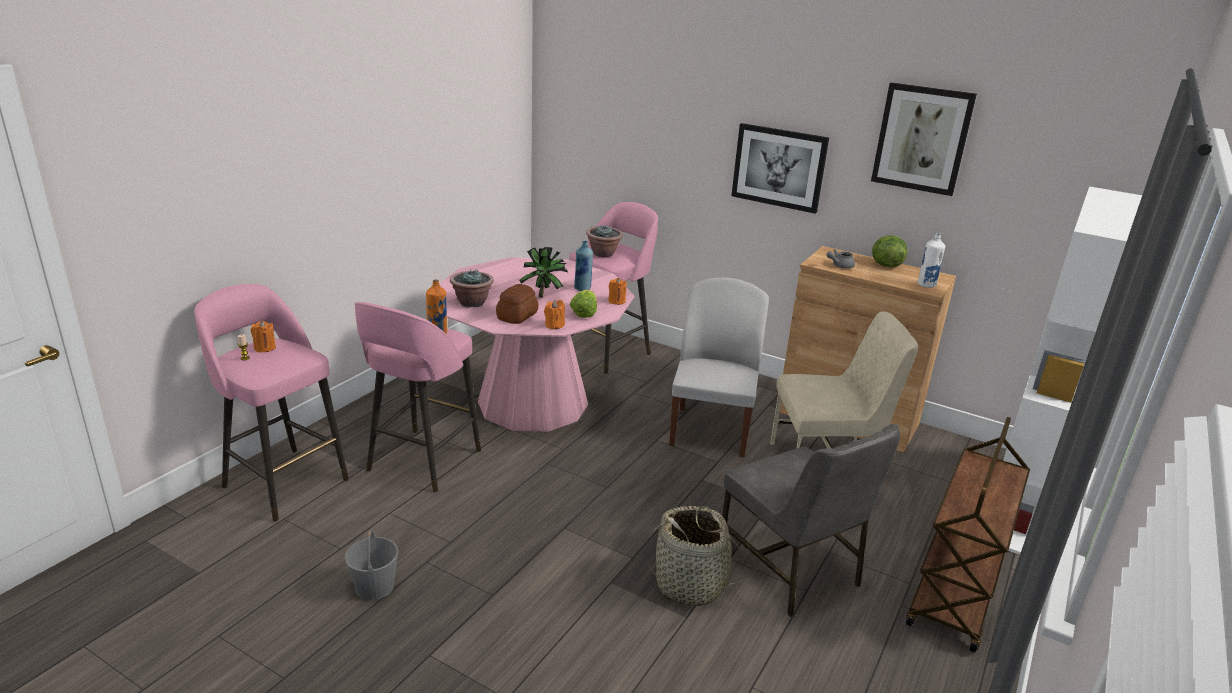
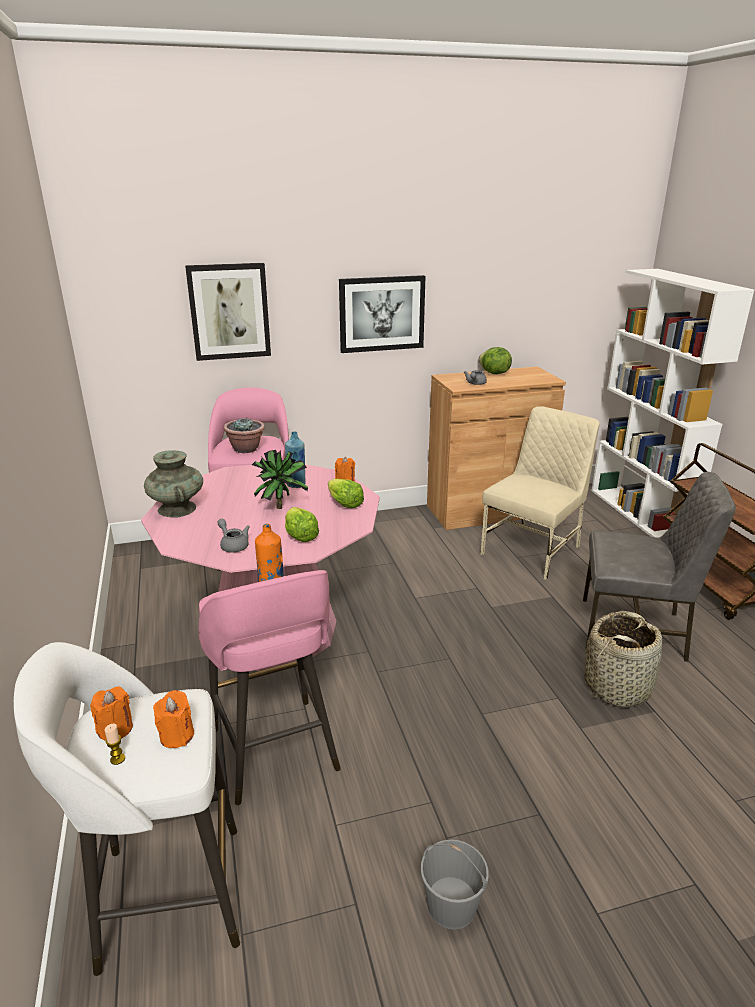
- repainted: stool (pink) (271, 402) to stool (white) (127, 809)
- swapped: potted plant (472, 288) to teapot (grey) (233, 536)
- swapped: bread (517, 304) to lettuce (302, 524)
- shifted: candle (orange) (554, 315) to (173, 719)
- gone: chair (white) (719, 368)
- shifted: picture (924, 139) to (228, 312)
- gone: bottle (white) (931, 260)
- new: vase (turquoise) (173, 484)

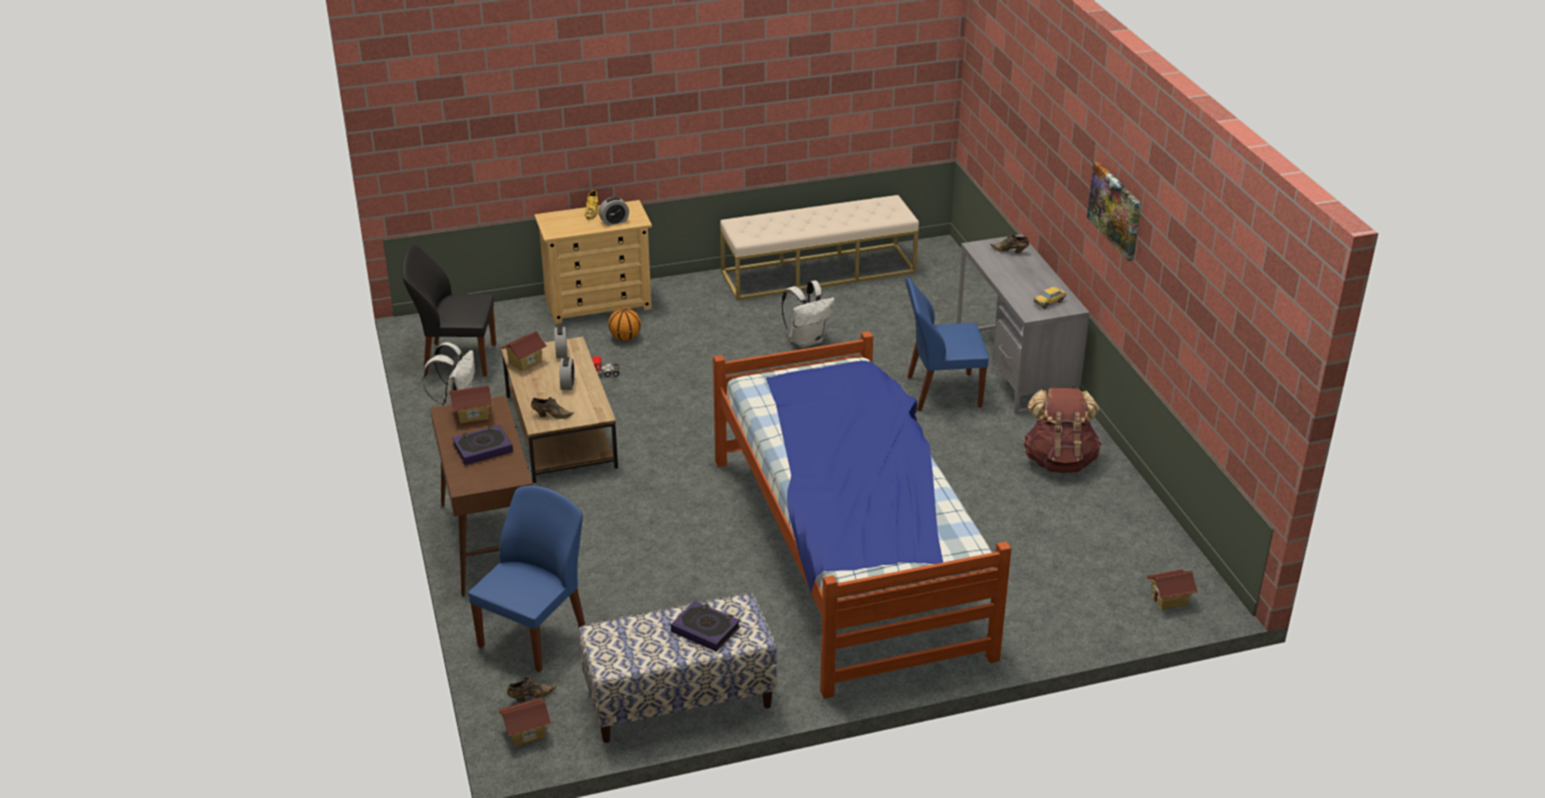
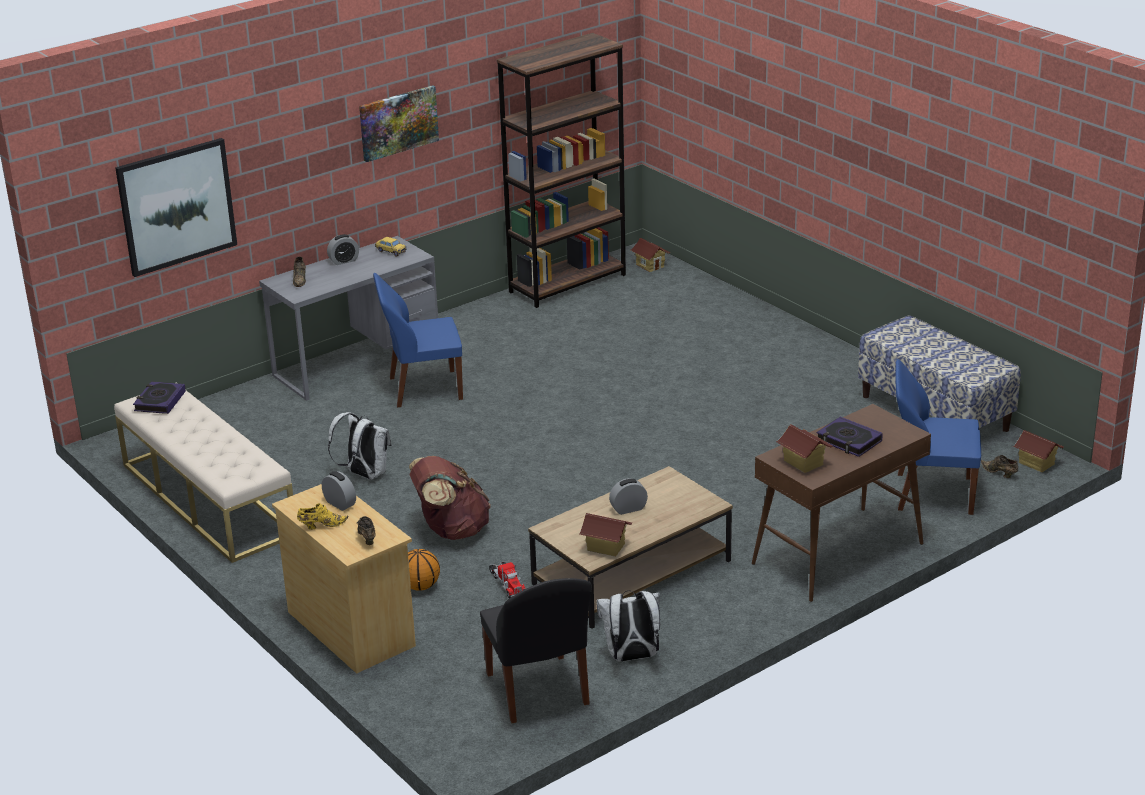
- shifted: shoe (brown) (552, 408) to (365, 530)
- shifted: alarm clock (560, 342) to (343, 249)
- shifted: book (705, 626) to (159, 397)
- gone: bed (862, 515)
- rotated: chair (blue) (947, 344) = (418, 340) 105 degrees clockwise
- shifted: backpack (brown) (1062, 430) to (450, 498)
- new: picture (176, 207)
- new: bookcase (brown) (561, 170)

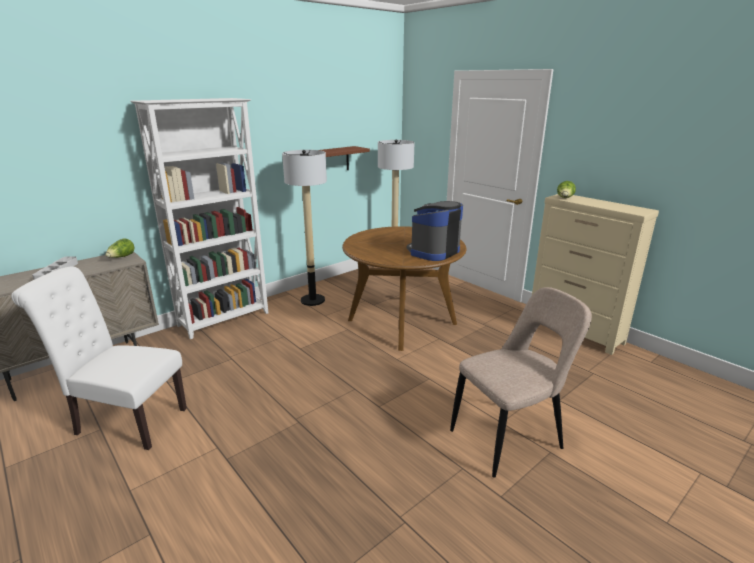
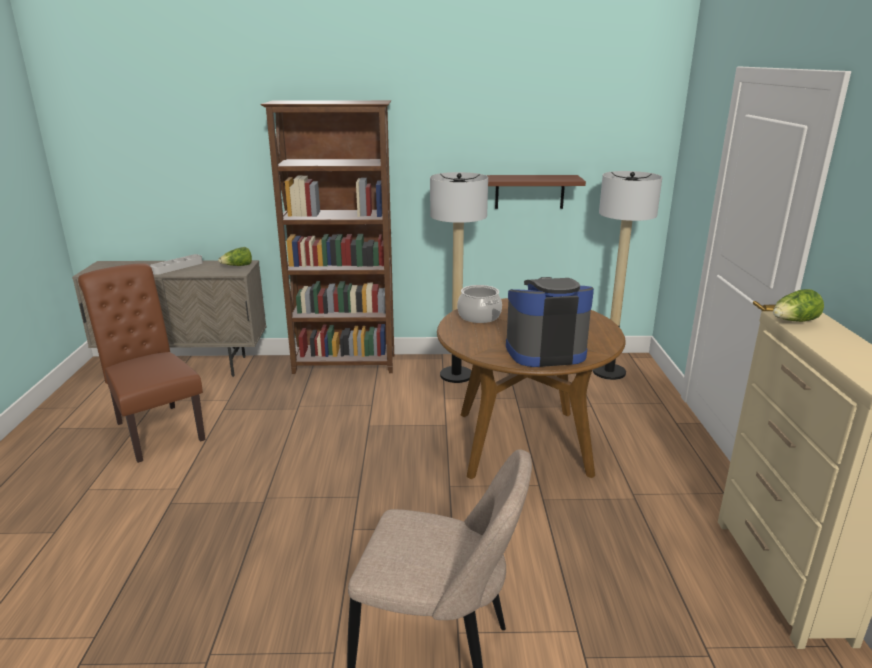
- repainted: chair (white) (99, 358) to chair (brown) (141, 363)
- repainted: bookcase (white) (199, 218) to bookcase (brown) (327, 237)
- new: cooking pot (479, 304)

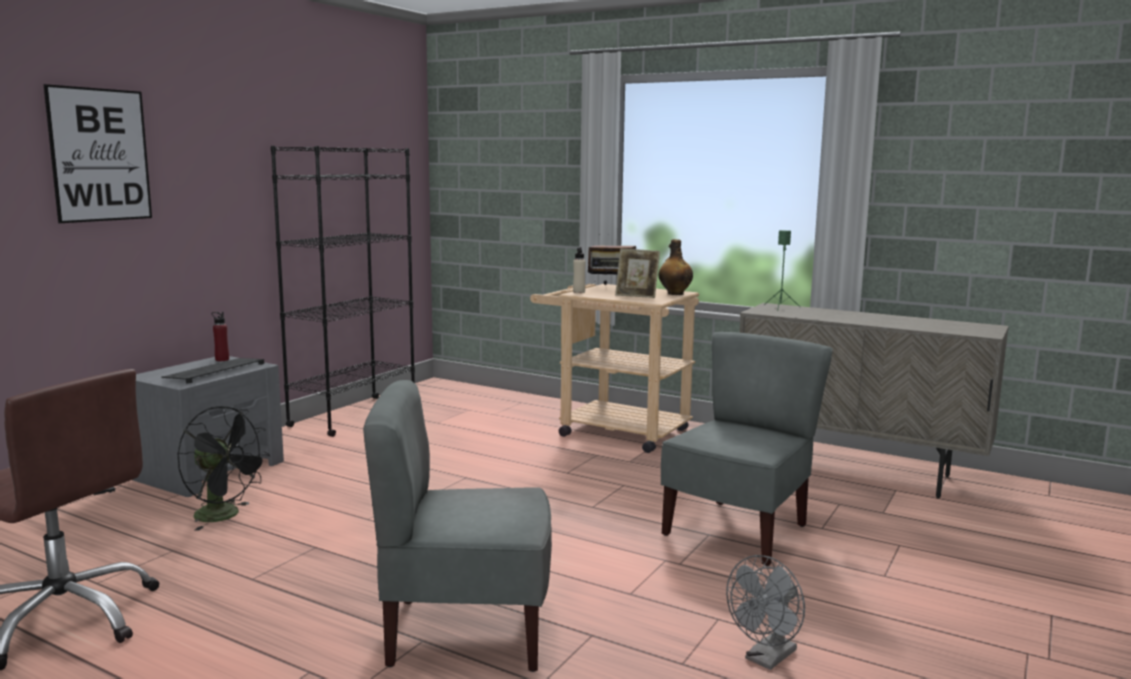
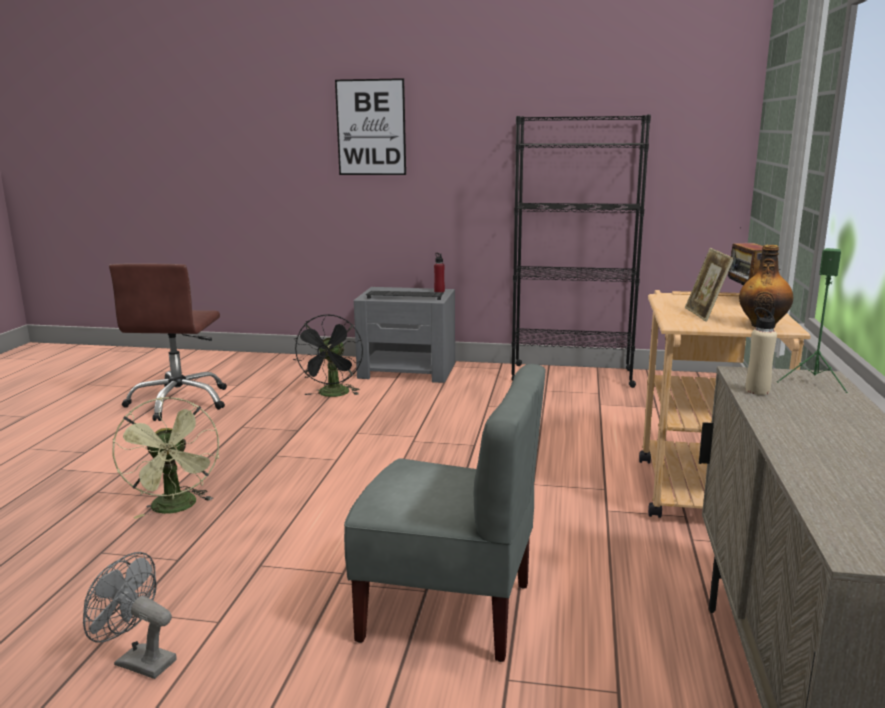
- swapped: chair (grey) (457, 526) to fan (green) (165, 458)
- shifted: bottle (beige) (579, 270) to (761, 351)

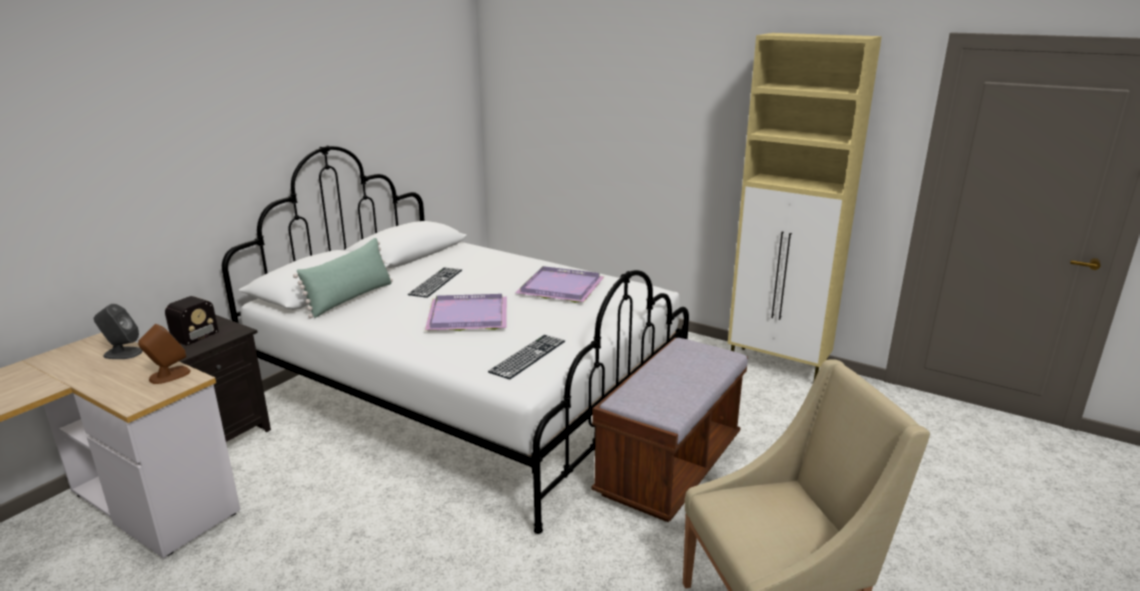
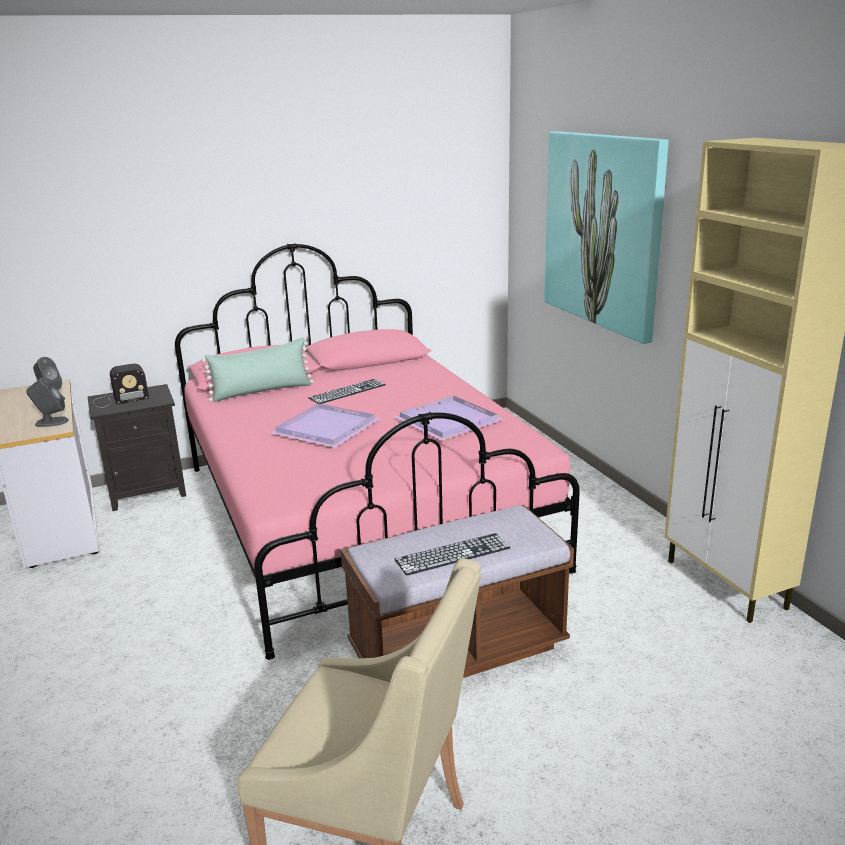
- repainted: speaker (brown) (164, 354) to speaker (grey) (47, 402)
- repainted: bed (white) (455, 339) to bed (pink) (377, 451)
- shifted: keyboard (526, 357) to (452, 554)
- new: picture (606, 237)

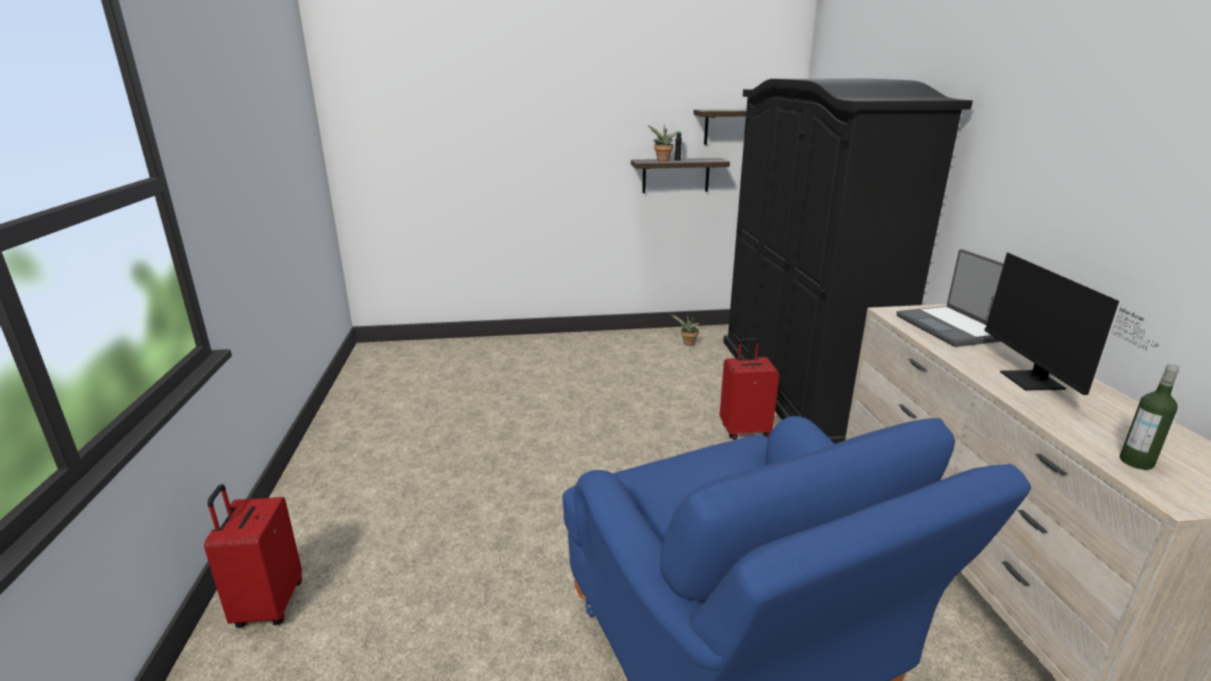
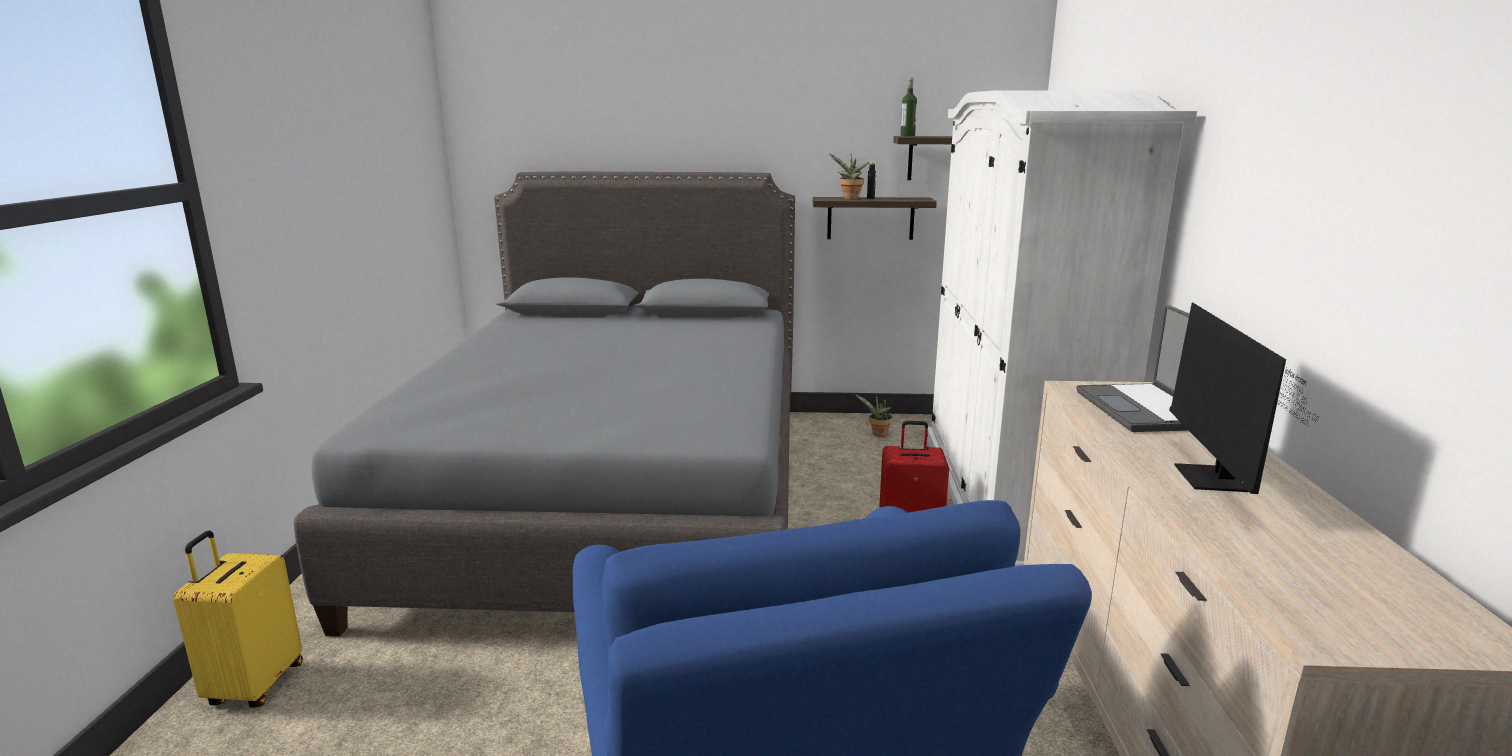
- repainted: suitcase (red) (253, 556) to suitcase (yellow) (238, 619)
- repainted: wardrobe (black) (848, 261) to wardrobe (white) (1062, 328)
- shifted: bottle (1150, 417) to (909, 107)
- new: bed (grey) (544, 404)

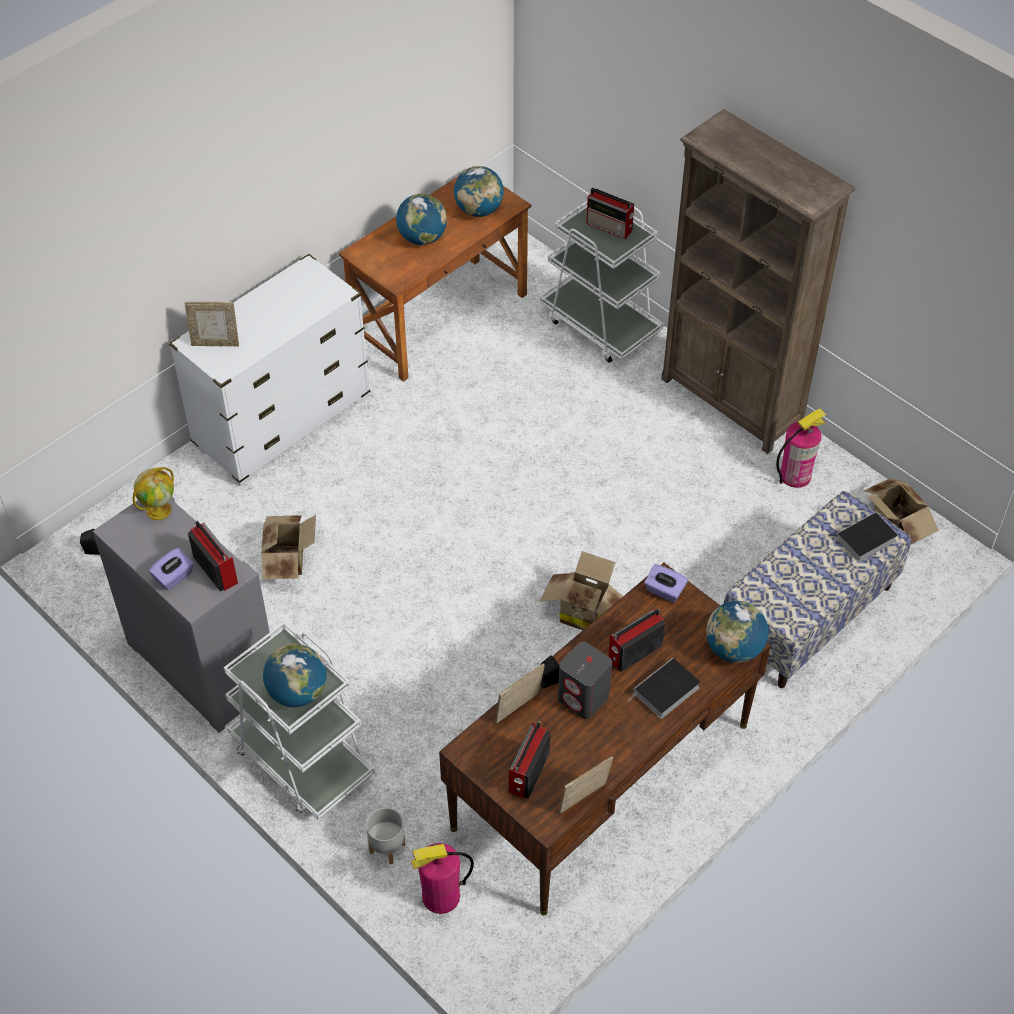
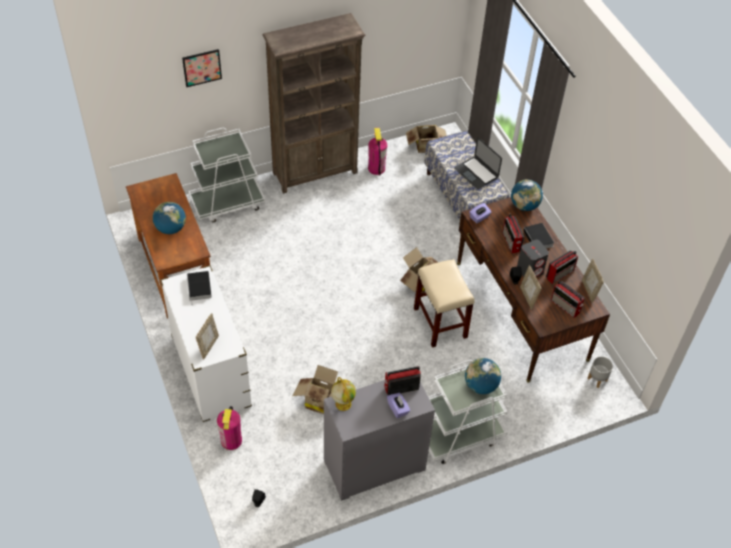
- shifted: planter (grey) (386, 836) to (600, 372)
- shifted: fire extinguisher (442, 878) to (229, 428)
- gone: globe (479, 191)
- shifted: radio (610, 213) to (562, 267)
- shifted: book (864, 537) to (199, 288)
- new: picture (202, 68)
- new: stool (beige) (444, 303)
- new: laptop (478, 163)

